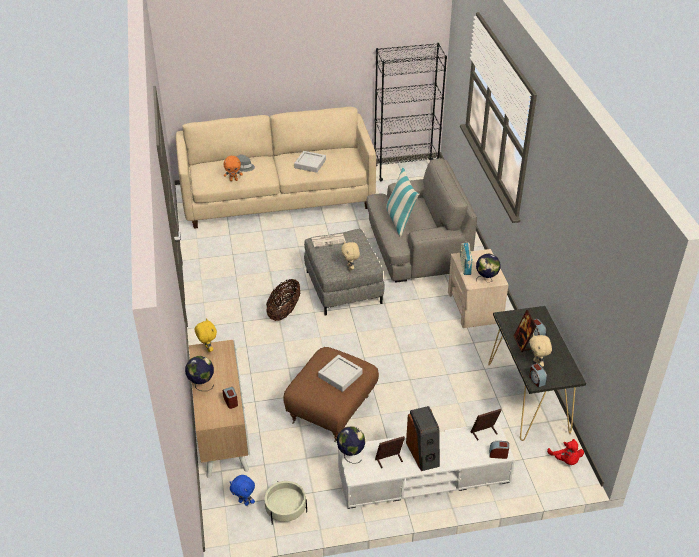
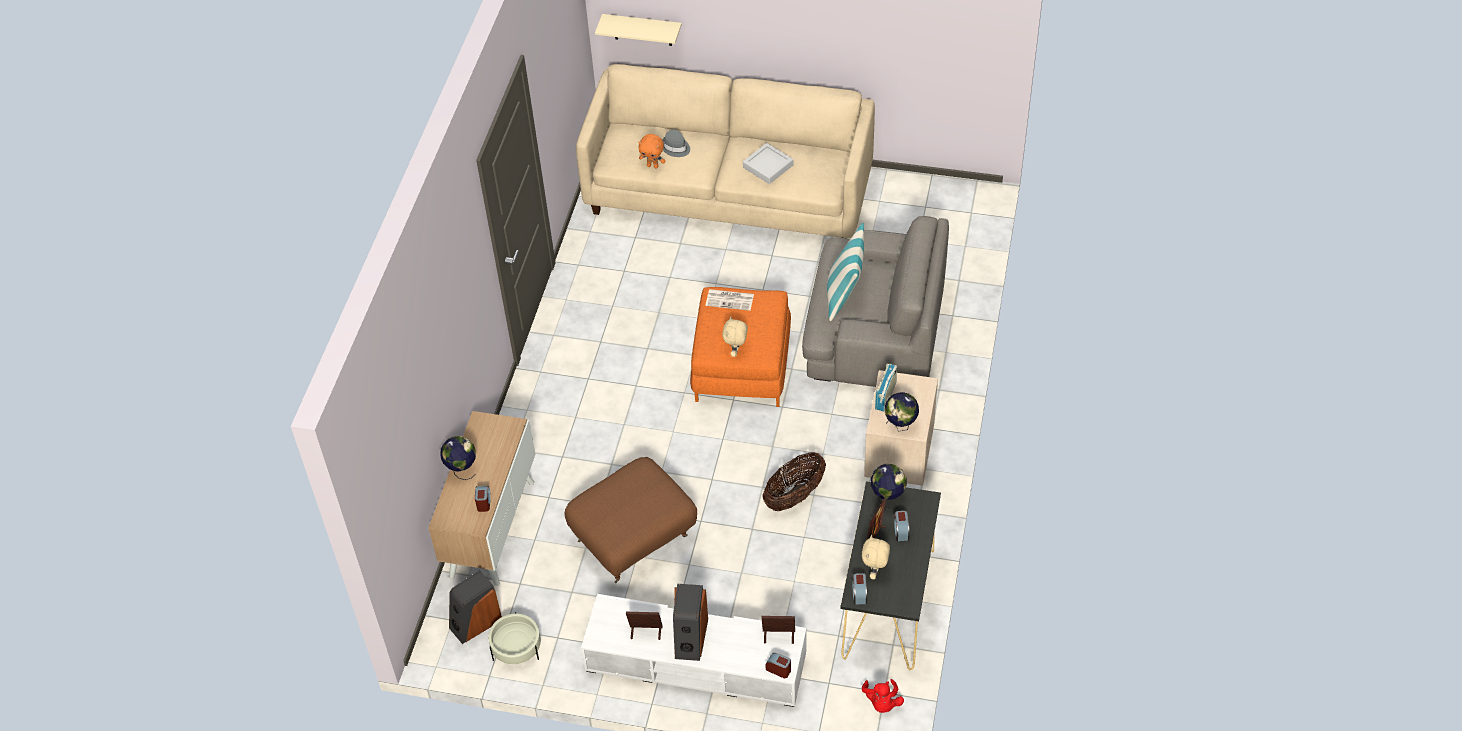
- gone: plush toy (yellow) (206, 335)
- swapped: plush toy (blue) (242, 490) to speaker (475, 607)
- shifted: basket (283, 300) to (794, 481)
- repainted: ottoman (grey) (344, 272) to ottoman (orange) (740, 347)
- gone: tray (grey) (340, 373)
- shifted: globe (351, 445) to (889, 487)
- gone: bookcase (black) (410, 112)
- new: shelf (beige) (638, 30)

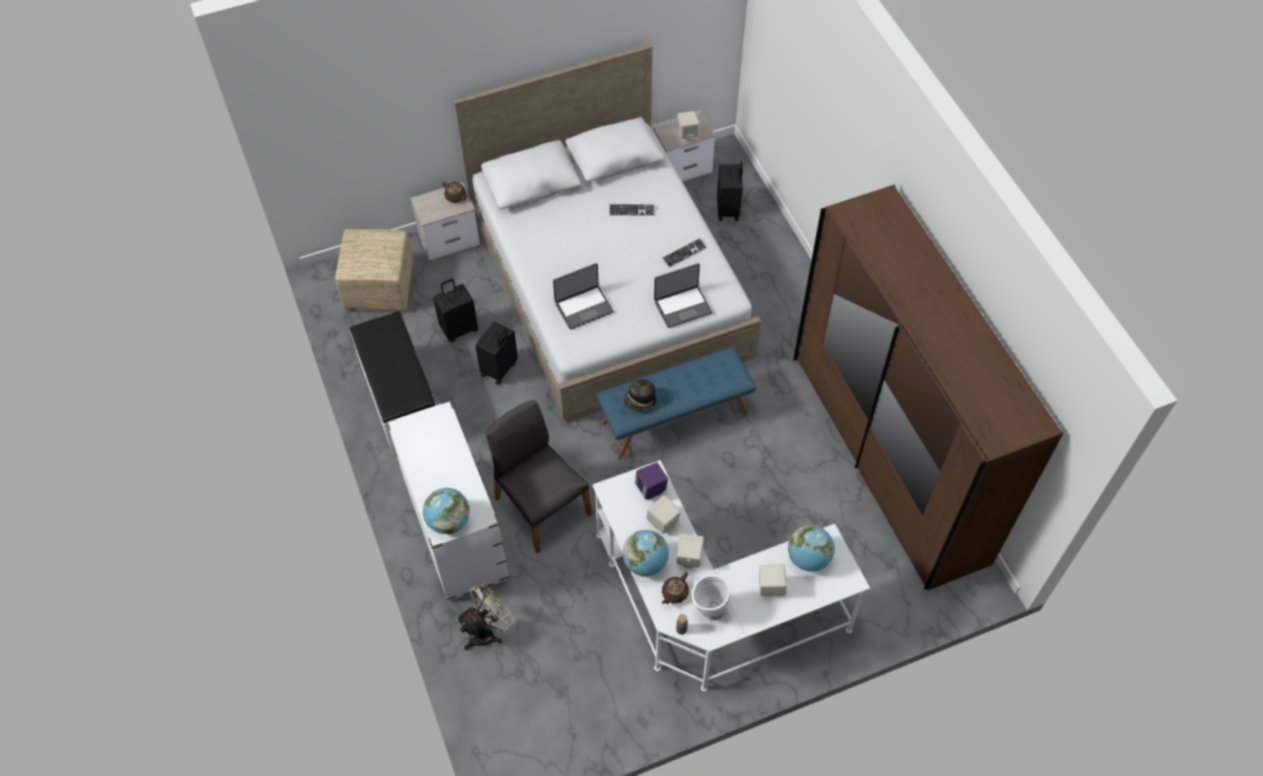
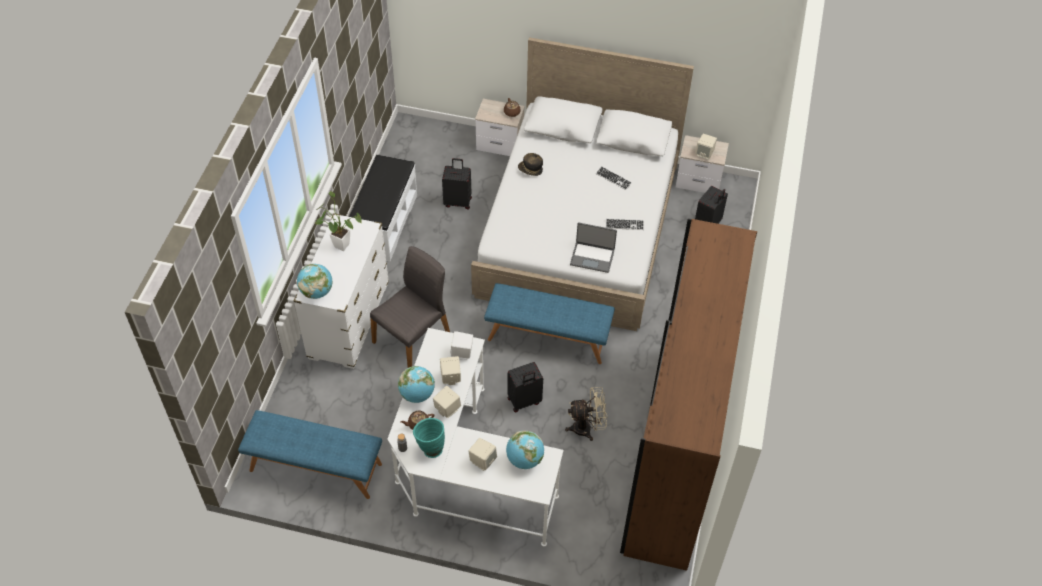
- gone: ottoman (374, 269)
- shifted: fan (beige) (485, 615) to (586, 414)
- shifted: suitcase (black) (496, 353) to (525, 387)
- rotated: chair (grey) (539, 477) = (410, 307) 45 degrees clockwise
- gone: laptop (583, 296)
- shifted: hat (640, 394) to (530, 164)
- repainted: speaker (purple) (651, 481) to speaker (white) (461, 345)
- repainted: vase (white) (711, 598) to vase (turquoise) (429, 438)
- new: bench (blue) (310, 454)
- new: potted plant (338, 221)

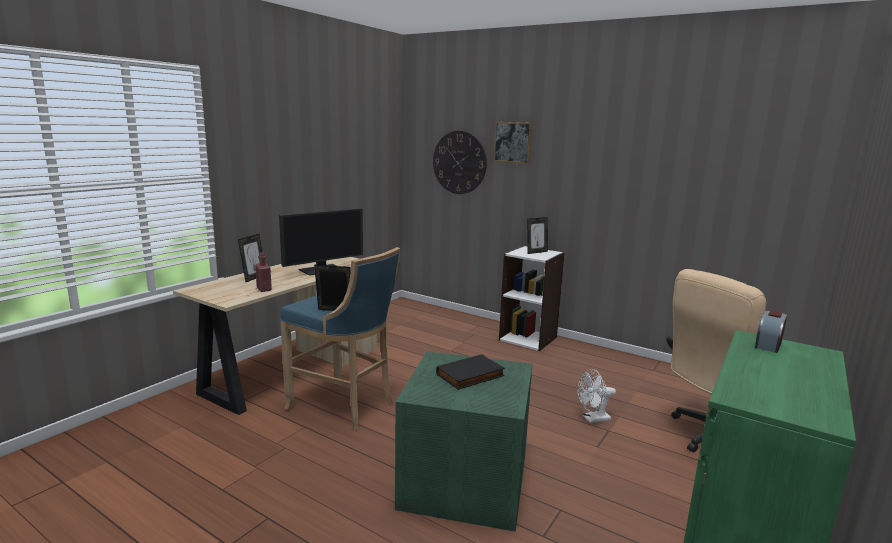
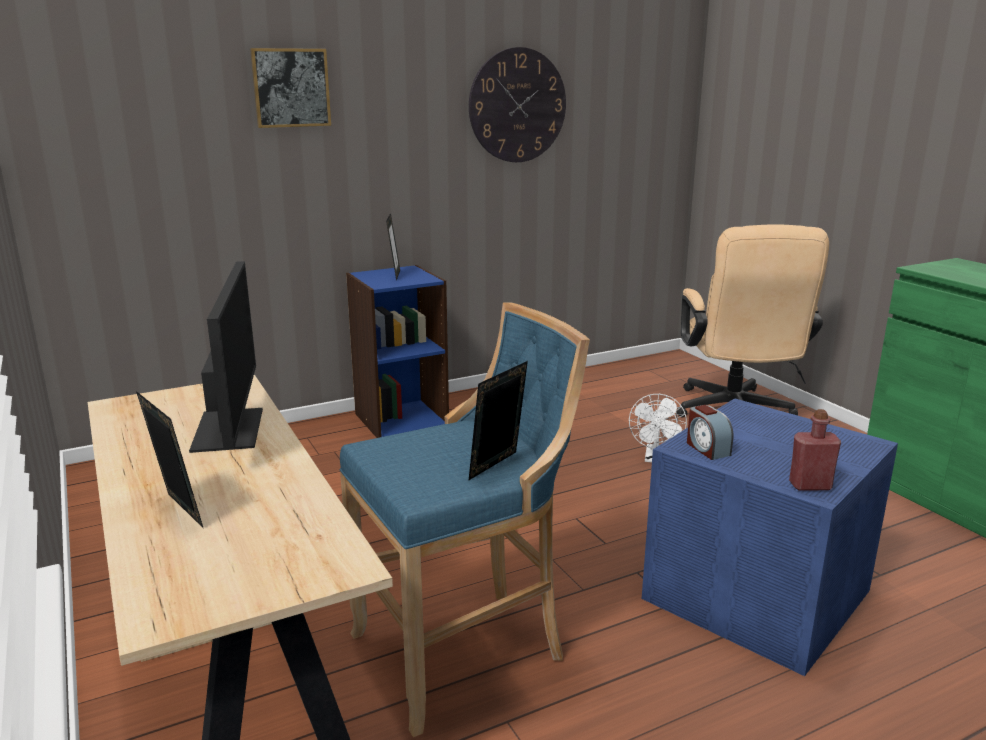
- shifted: bottle (red) (263, 272) to (815, 450)
- repainted: storage box (green) (463, 441) to storage box (blue) (770, 537)
- shifted: wall clock (460, 162) to (517, 104)
- gone: book (black) (470, 372)
- repainted: bookcase (white) (532, 298) to bookcase (blue) (397, 351)
- shifted: alarm clock (771, 331) to (710, 432)

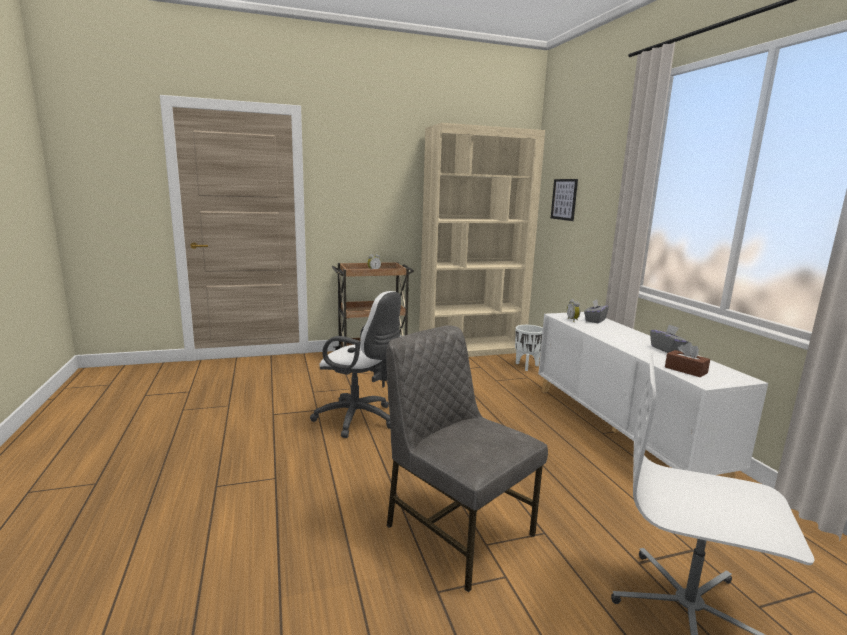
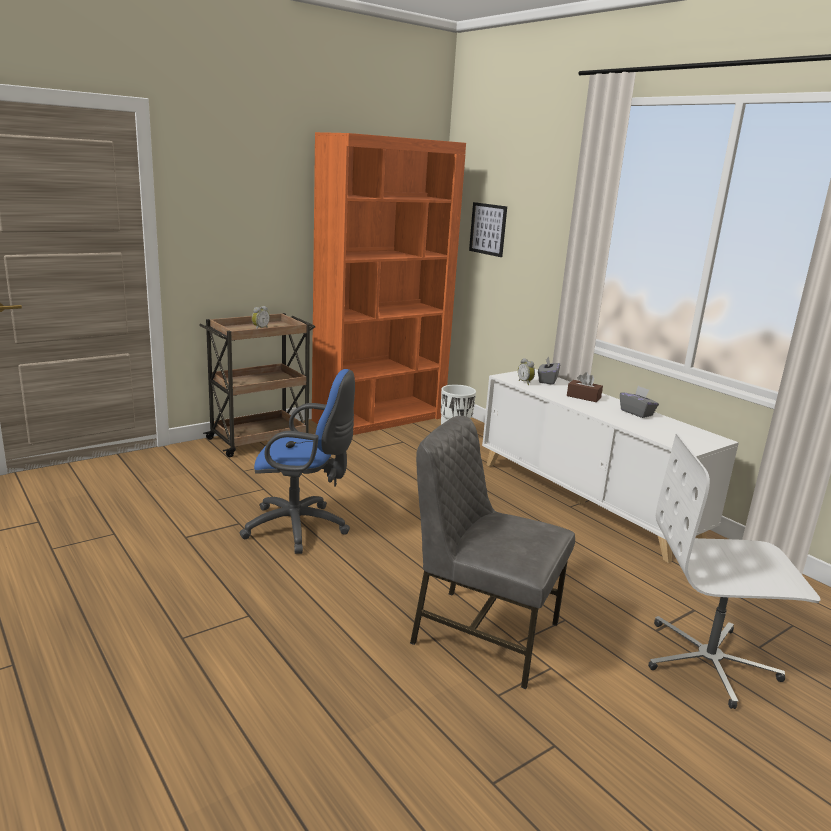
- repainted: office chair (white) (355, 364) to office chair (blue) (297, 461)
- repainted: bookcase (beige) (482, 240) to bookcase (orange) (389, 283)
- shifted: tissue box (brown) (687, 359) to (585, 387)

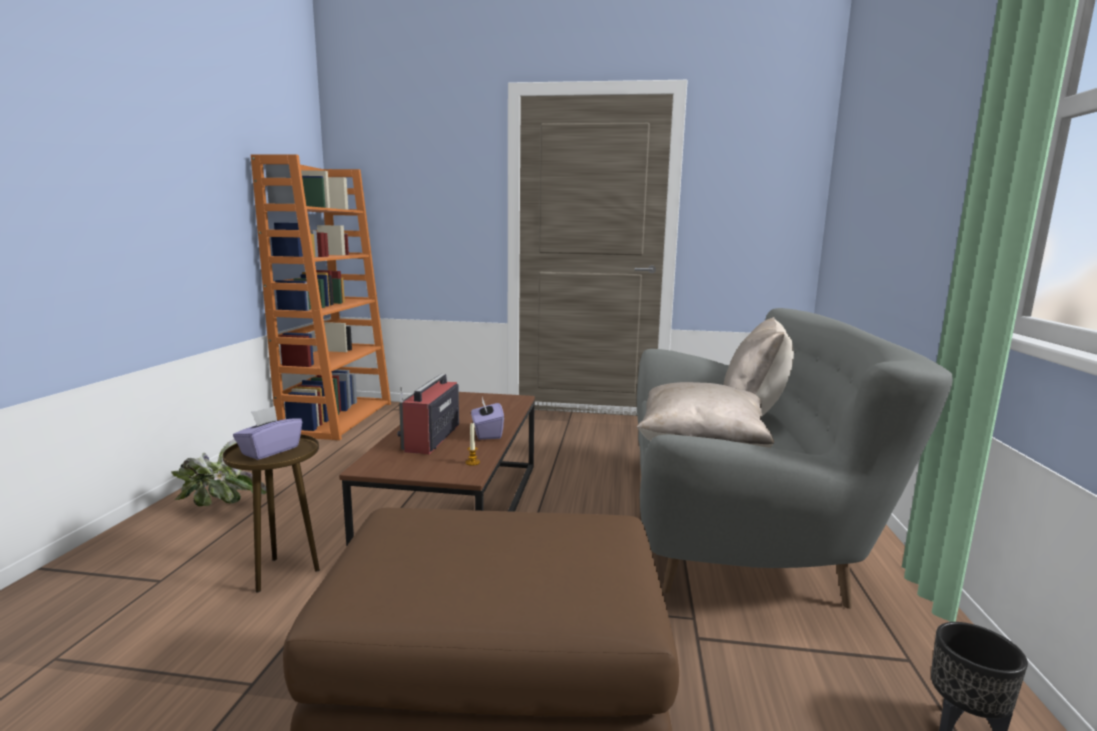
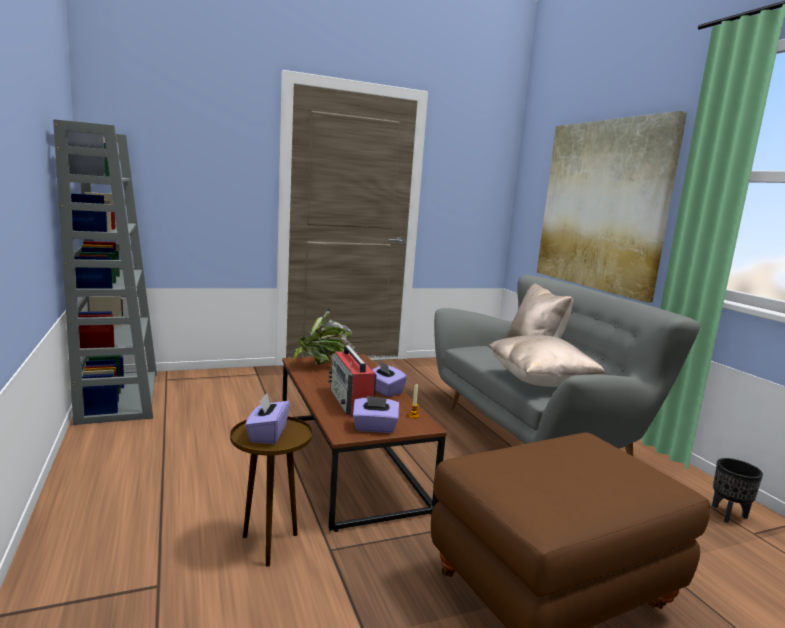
- shifted: potted plant (219, 472) to (322, 336)
- repainted: bookcase (orange) (321, 297) to bookcase (grey) (105, 272)
- new: tissue box (purple) (376, 414)
- new: picture (612, 207)

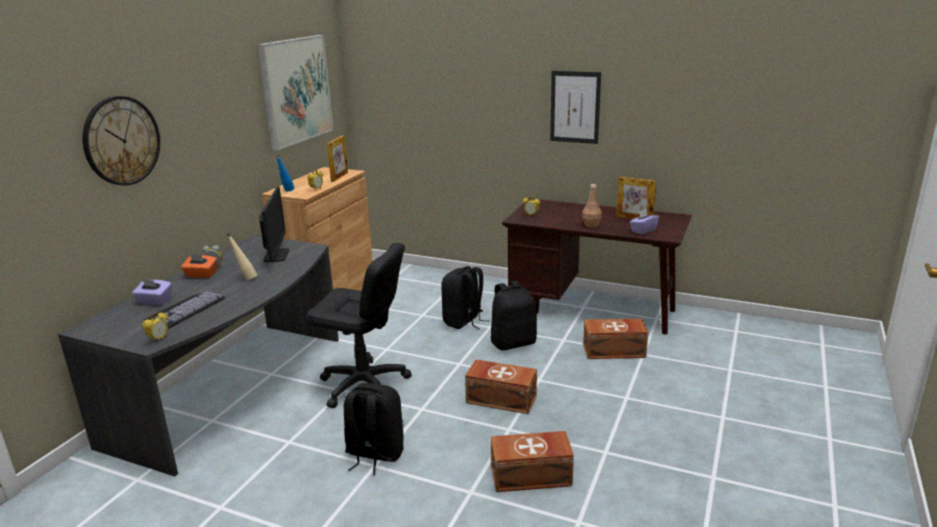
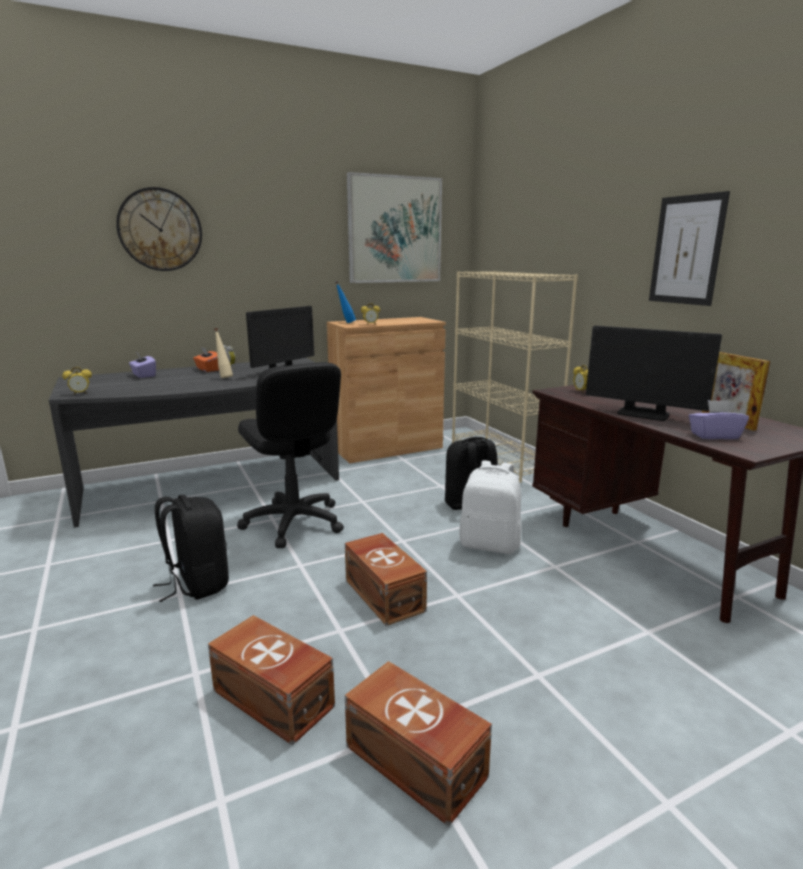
- gone: keyboard (184, 310)
- gone: picture frame (337, 159)
- repainted: backpack (black) (513, 315) to backpack (white) (490, 507)
- swapped: bottle (brown) (592, 205) to monitor (654, 373)
- shifted: storage box (brown) (615, 338) to (418, 743)
- new: bookcase (beige) (515, 377)

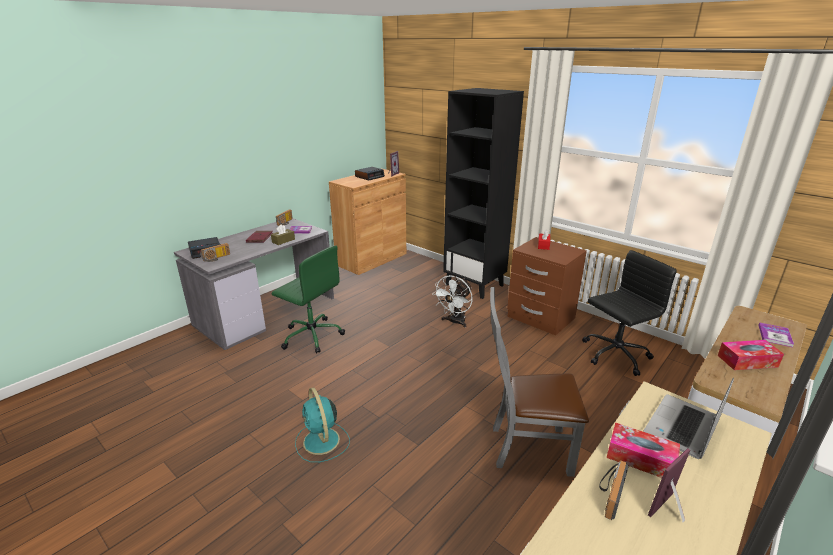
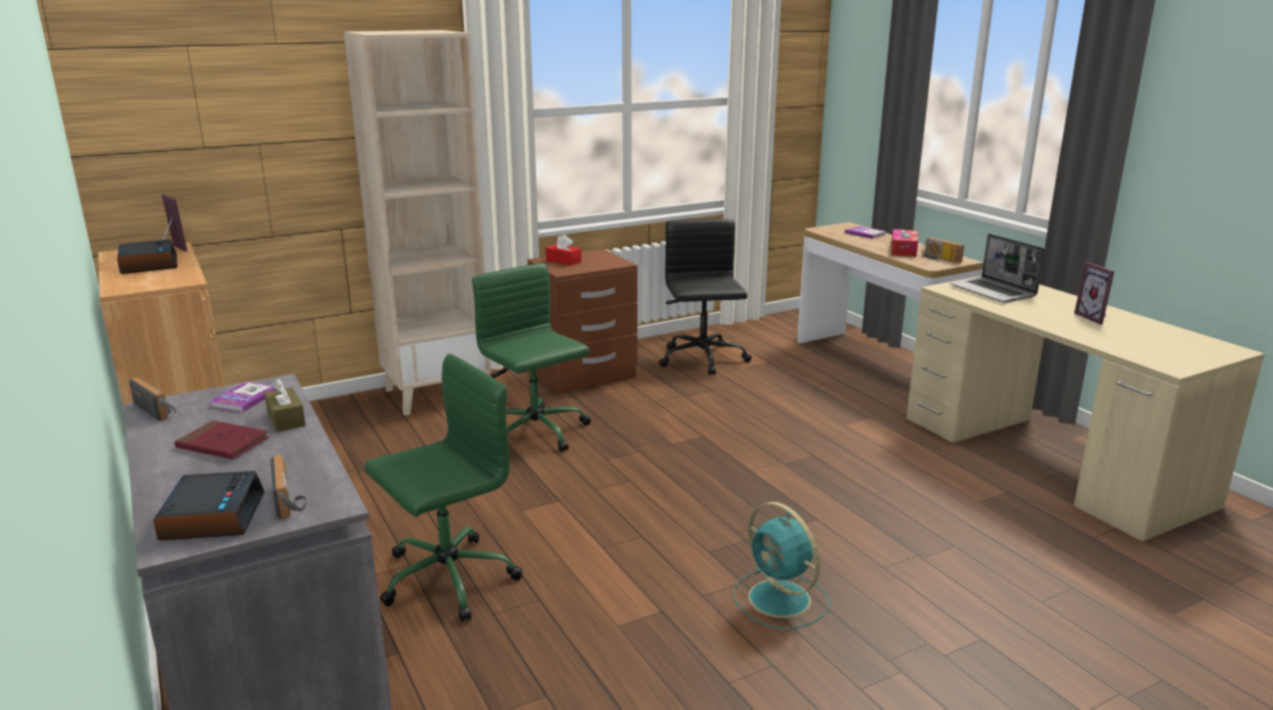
- rotated: fan (turquoise) (322, 424) = (782, 565) 60 degrees clockwise
- swapped: fan (white) (452, 301) to office chair (green) (531, 357)
- repainted: bookcase (black) (483, 193) to bookcase (beige) (417, 223)
- gone: chair (grey) (539, 382)
- shifted: radio (614, 490) to (943, 250)
- gone: tissue box (643, 450)

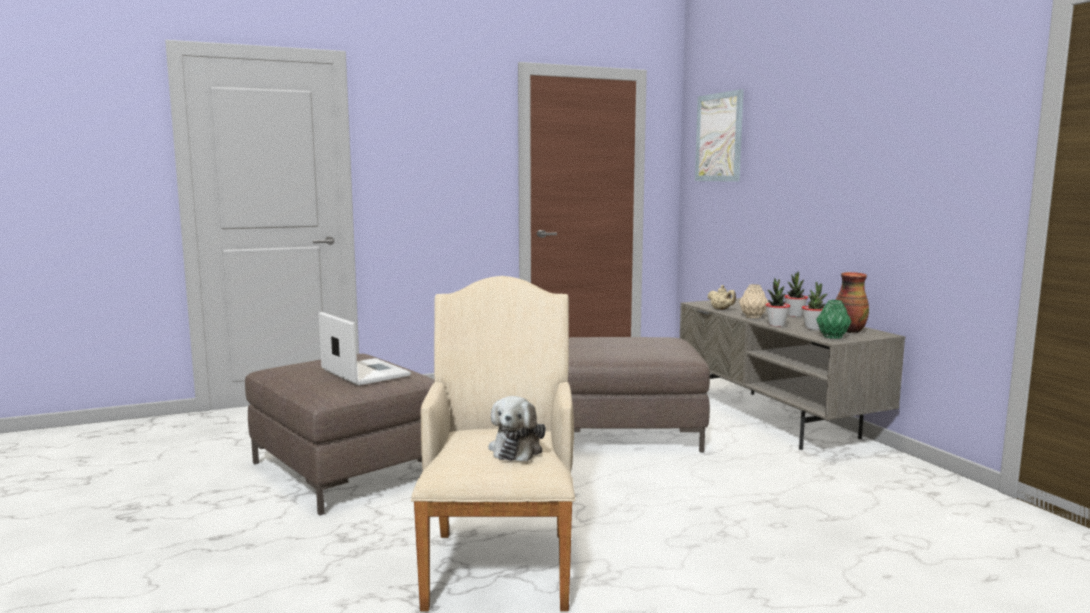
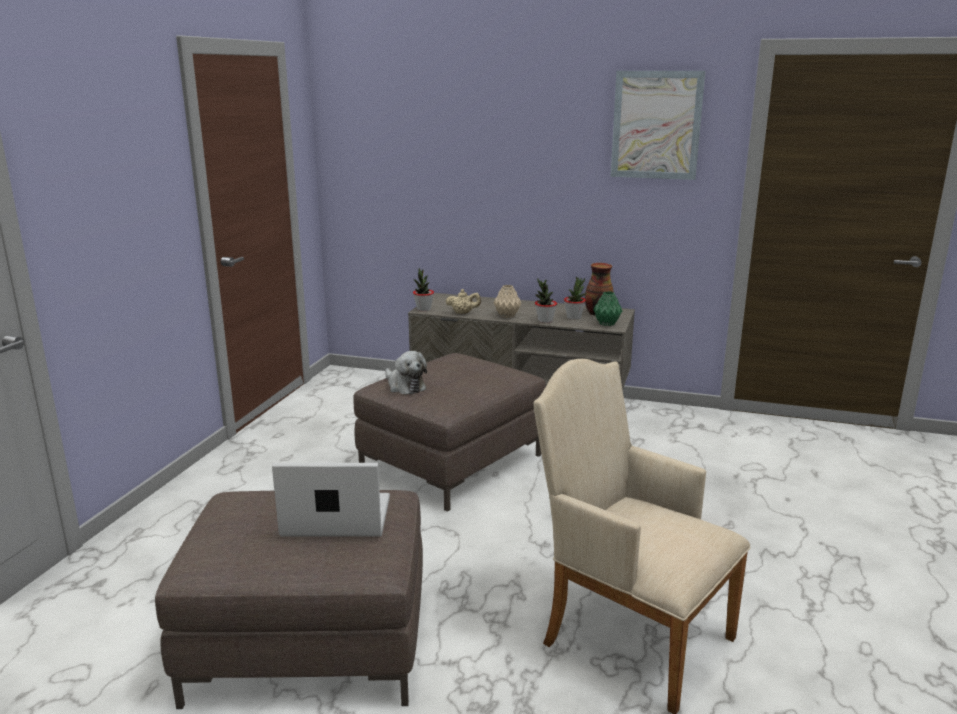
- shifted: plush toy (517, 428) to (406, 373)
- shifted: picture (719, 135) to (658, 125)
- shifted: potted plant (796, 294) to (423, 290)

